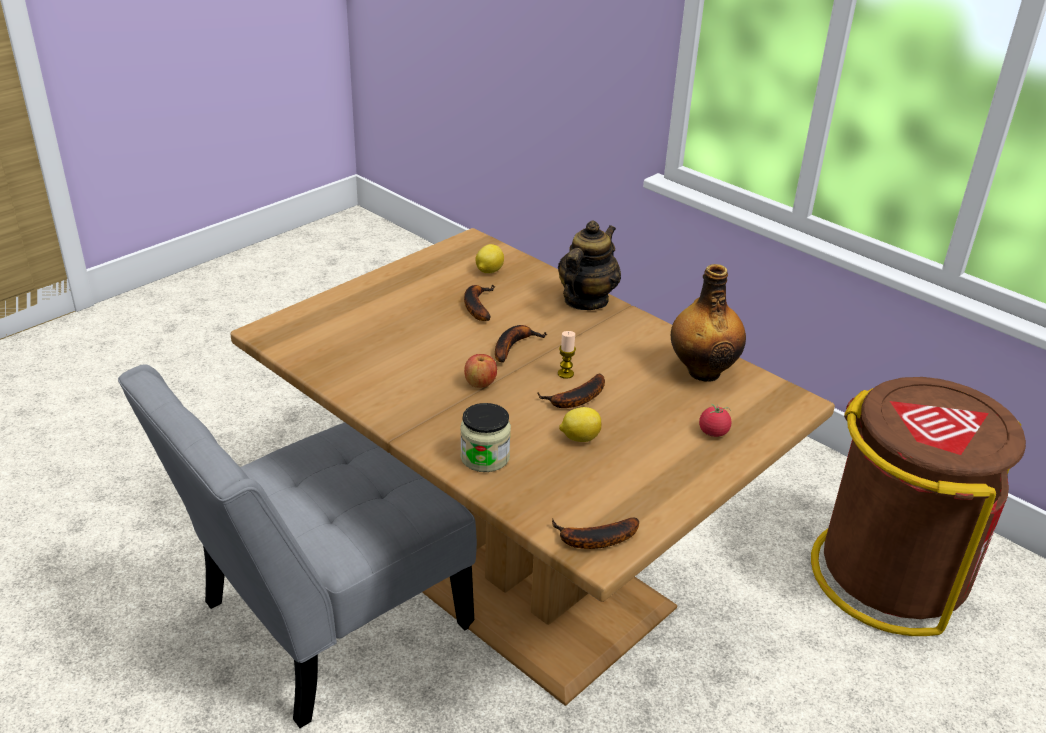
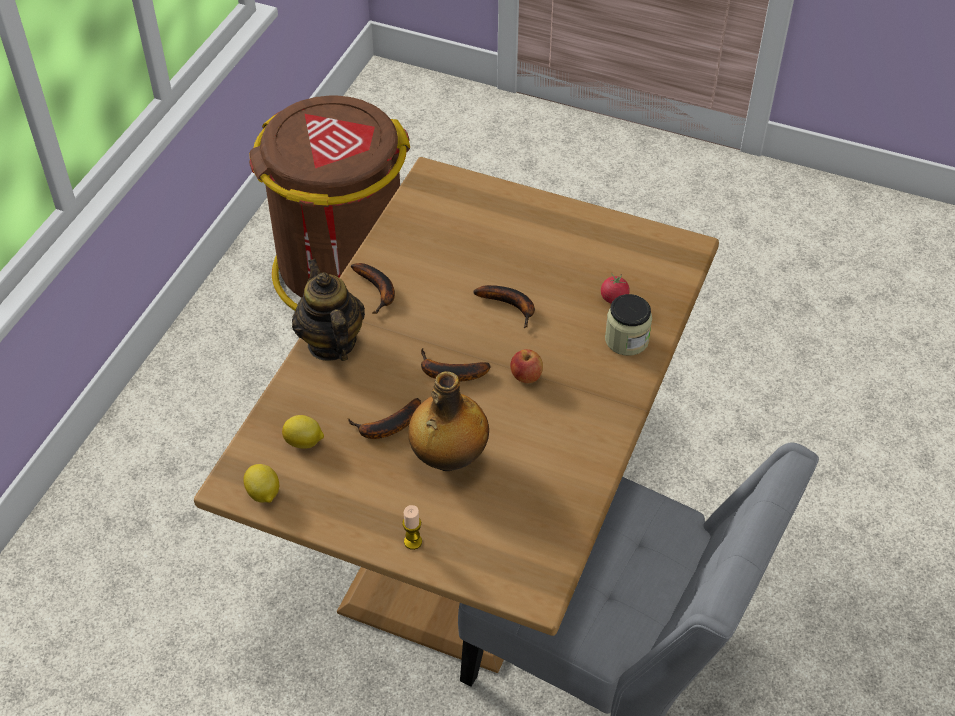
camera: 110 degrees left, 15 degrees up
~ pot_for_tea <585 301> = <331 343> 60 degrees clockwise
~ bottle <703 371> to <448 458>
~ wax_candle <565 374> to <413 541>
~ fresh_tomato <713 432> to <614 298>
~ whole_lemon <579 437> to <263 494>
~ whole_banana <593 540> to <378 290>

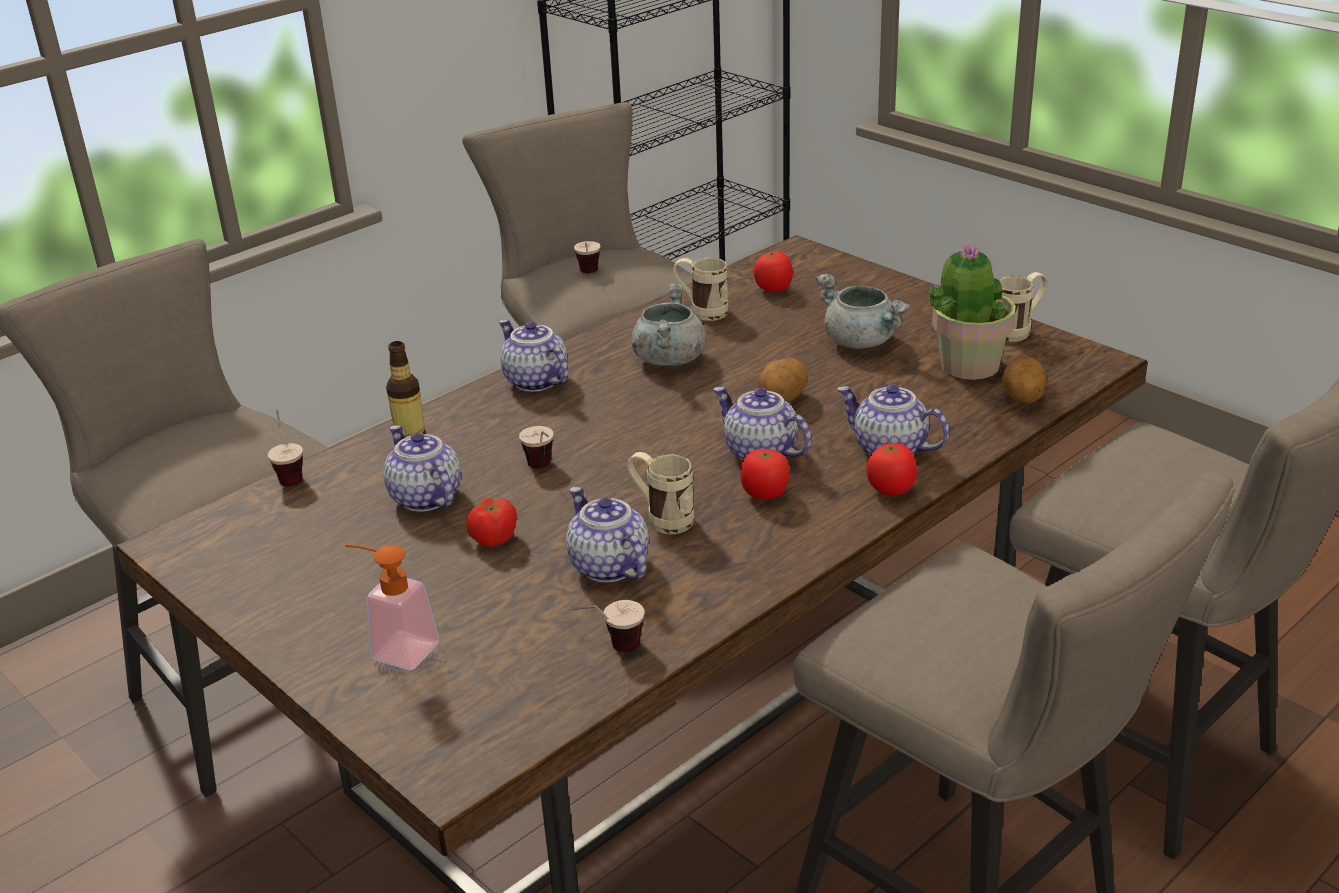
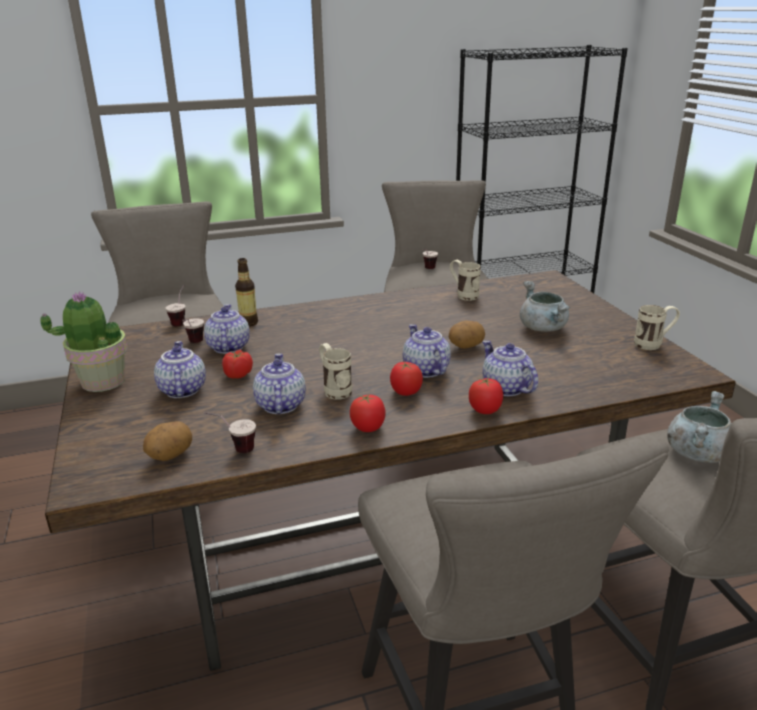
camera: 25 degrees right, 5 degrees down
~ plant_in_a_pot <968 365> to <102 381>
~ fresh_tomato <773 289> to <368 428>
~ gray_saucepot <668 358> to <697 453>
~ pot_for_tea <534 381> to <181 390>
~ spud <1022 399> to <170 455>
~ cup <543 470> to <193 344>
- soap_bottle <395 648>

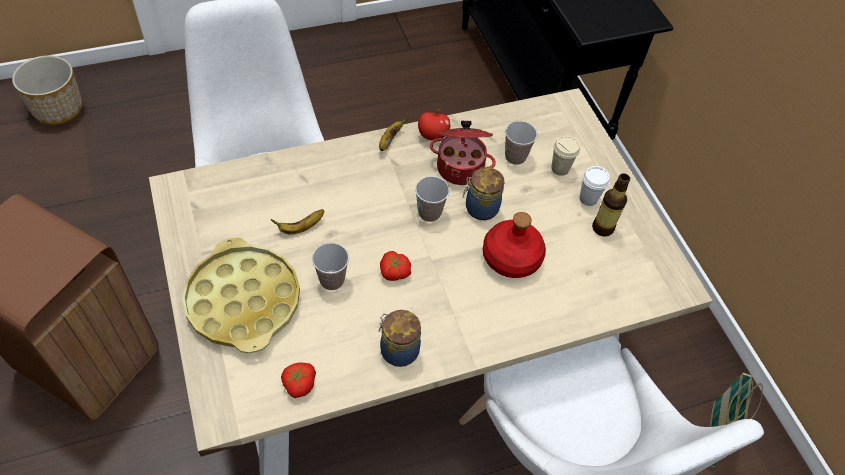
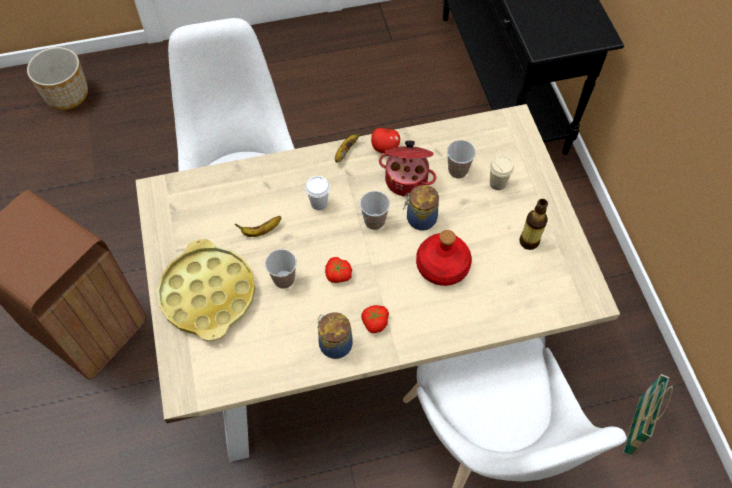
camera: 10 degrees right, 5 degrees up
~ whitish_cup <588 199> to <319 203>
~ fresh_tomato <298 384> to <374 322>

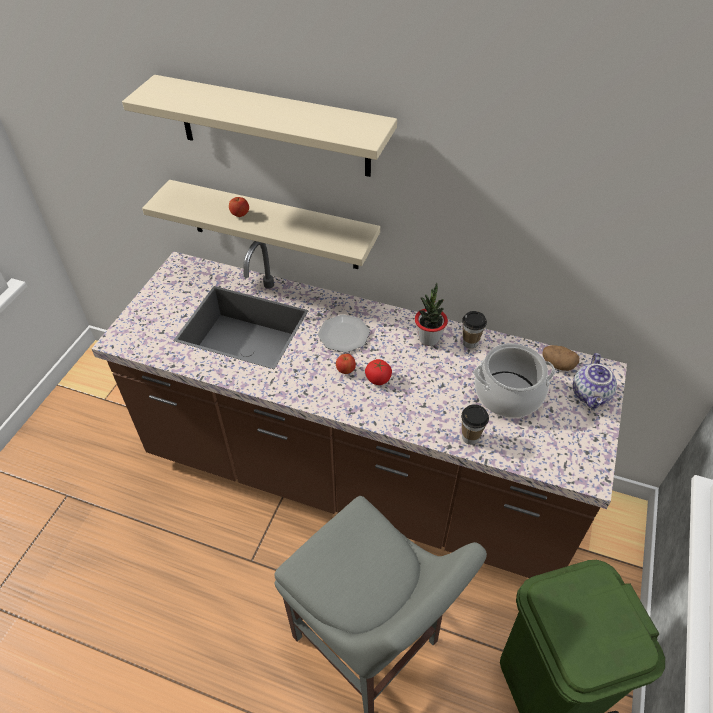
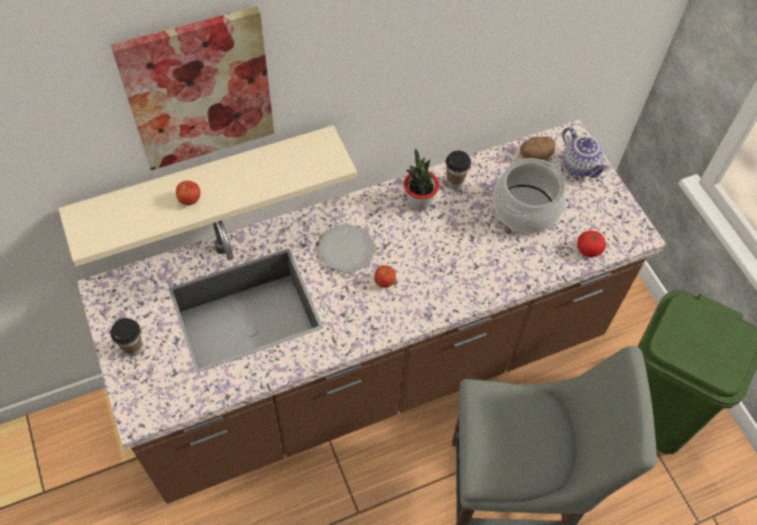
camera: 45 degrees left, 10 degrees up
~ sand-coloured_wall_shelf <273 127> to wall_picture <199 90>
~ fresh_tomato <378 379> to <588 250>
~ cup <470 437> to <133 348>

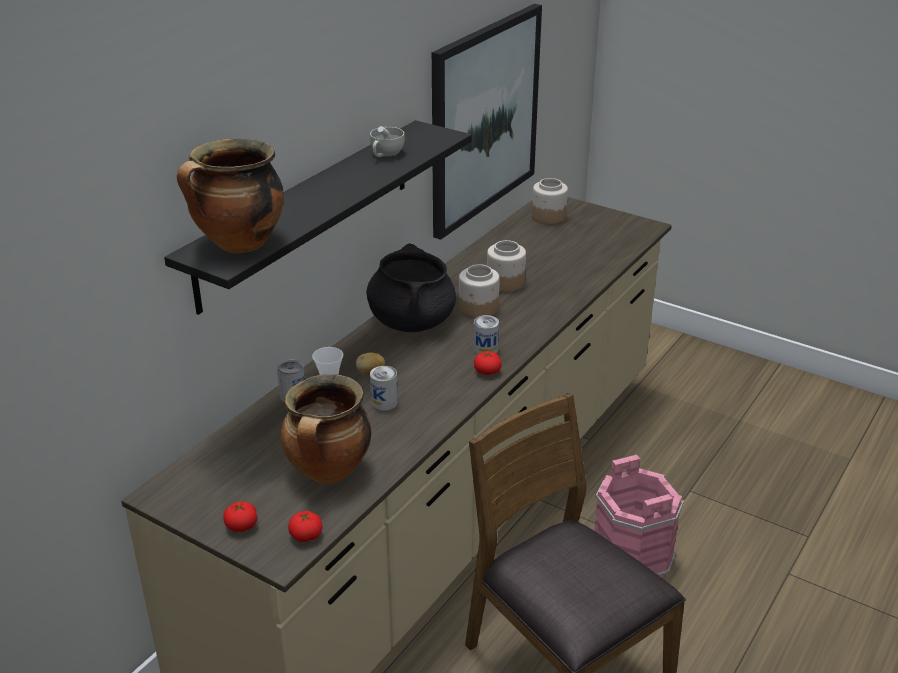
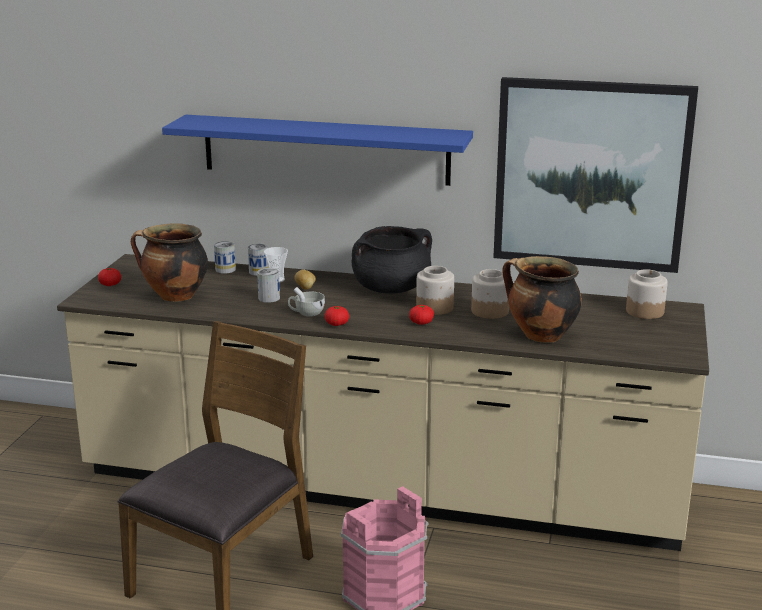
camera: 70 degrees right, 10 degrees down
~ black_wall_shelf <307 212> to blue_wall_shelf <325 149>
~ whitish_cup <385 154> to <306 313>
~ saucepot <239 245> to <540 336>
~ can <485 349> to <225 269>
~ fresh_tomato <306 535> to <421 323>

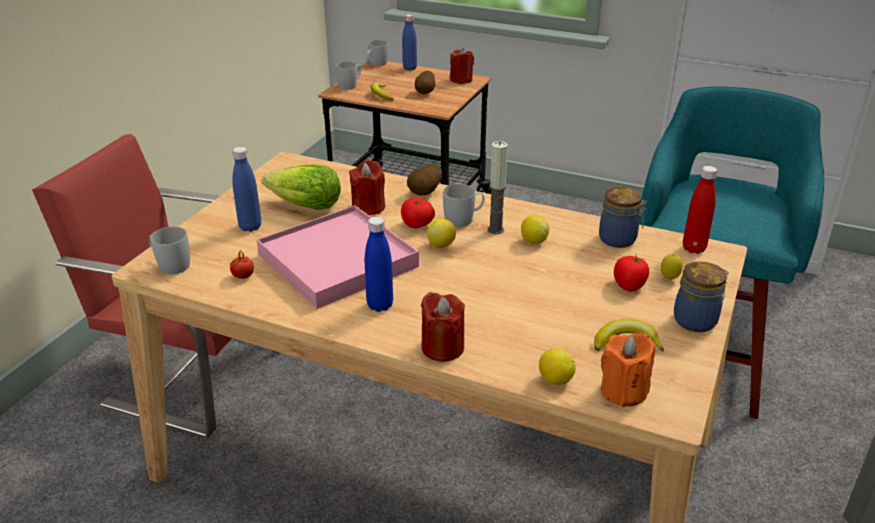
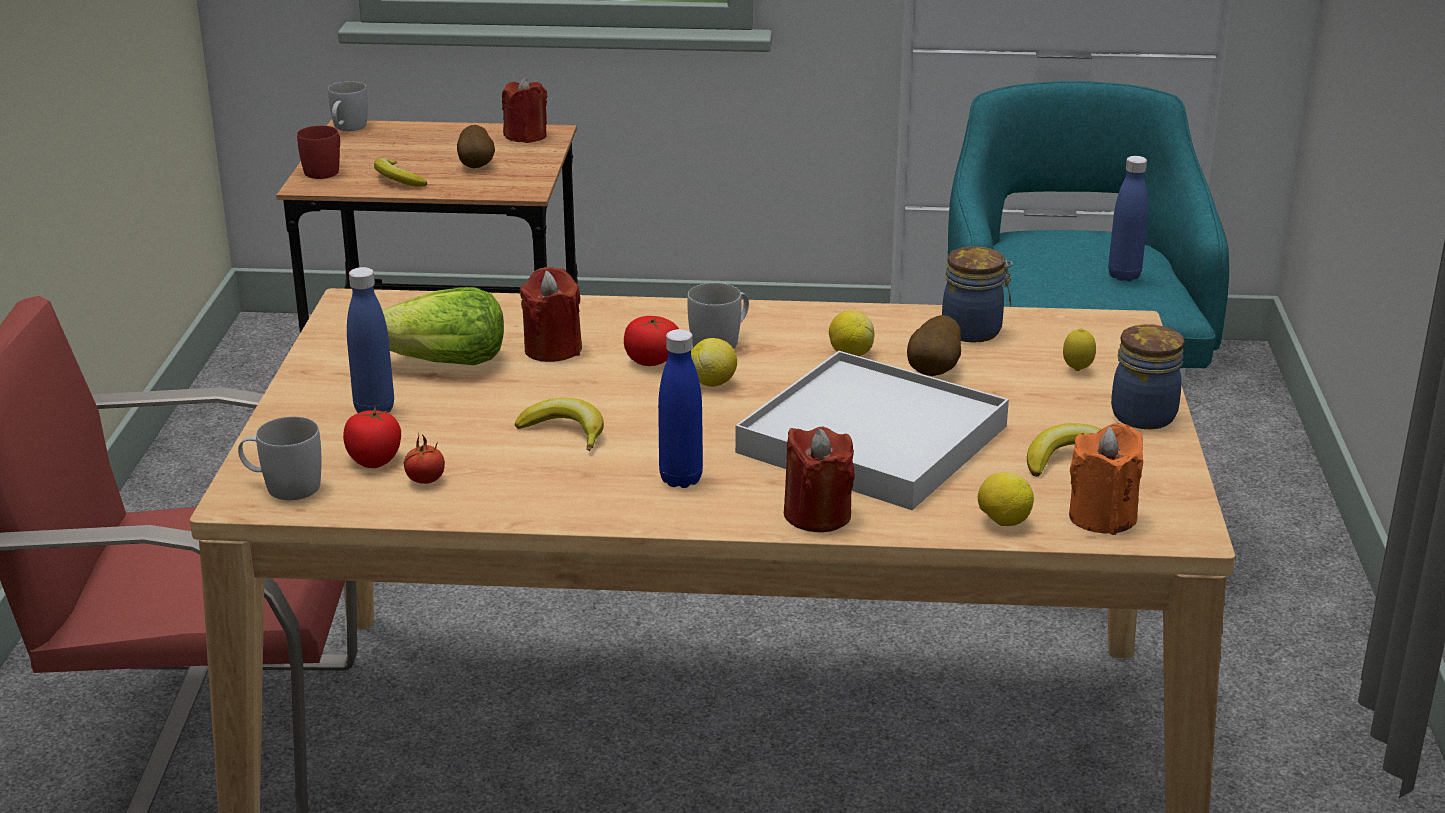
camera: 20 degrees left, 5 degrees down
~ blue_bottle <409 68> to <1124 276>
~ whitish_tea_mug <350 85> to red-coloured_tea_mug <325 170>
- wax_candle <495 230>
~ spud <425 193> to <935 371>
- red-coloured_bottle <693 248>
~ pink_serving_tray <338 260> to whole_banana <565 432>
~ fresh_tomato <629 285> to <374 460>
+ whitish_serving_tray <872 439>

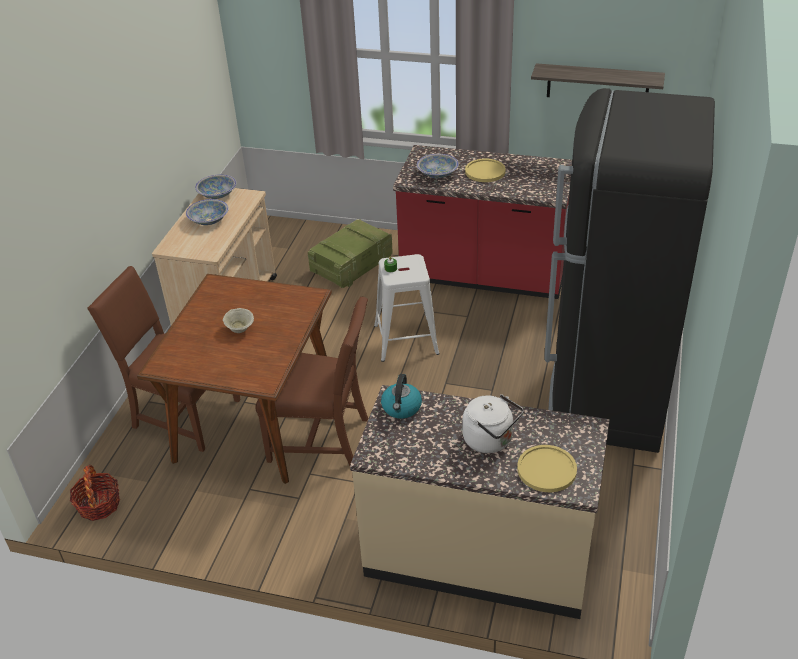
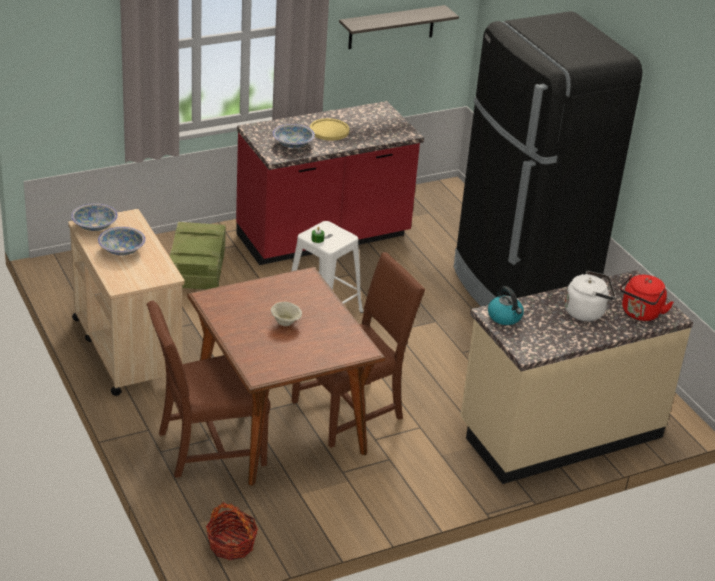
camera: 45 degrees left, 5 degrees down
~ yellow_dinner_plate <546 469> to red-coloured_kettle <640 314>

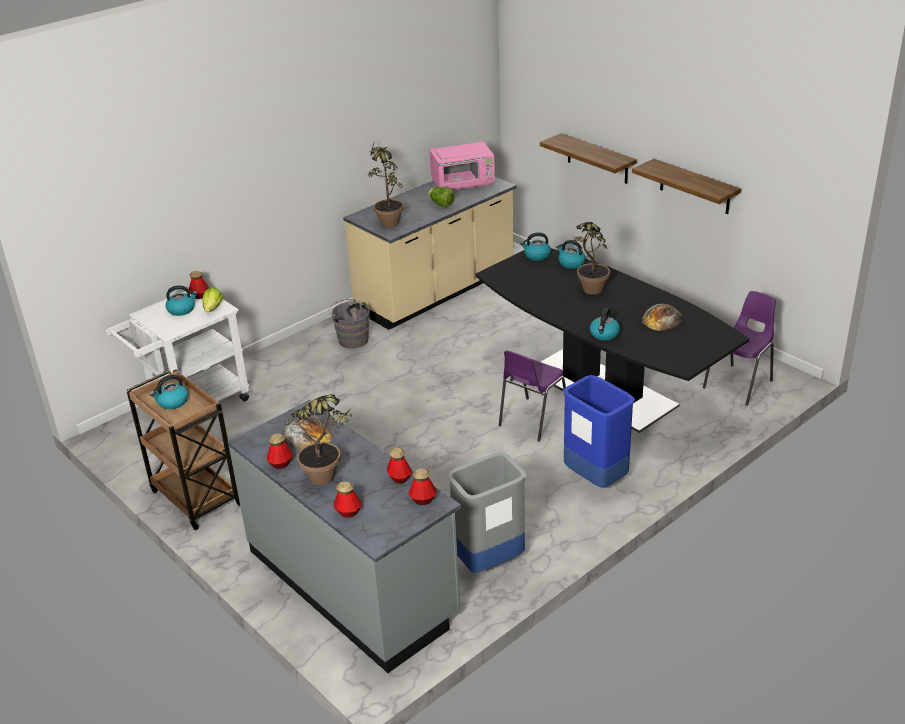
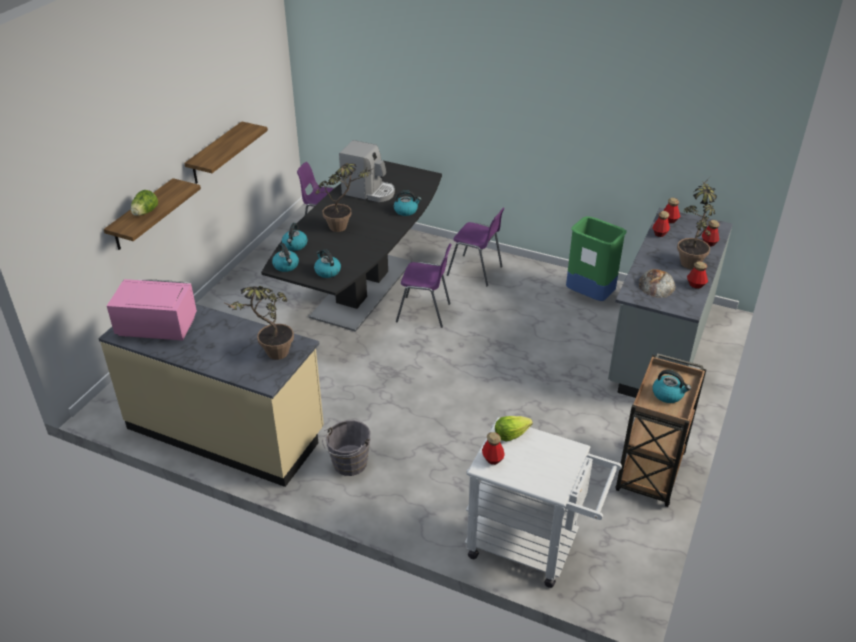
camera: 115 degrees left, 5 degrees up
~ pink_microwave <463 184> = <157 327> 45 degrees counterclockwise
~ lettuce <441 204> to <145 213>
~ kettle <182 309> to <327 271>
~ bread <662 319> to coffee_machine <369 192>
~ blue_trash_can <595 478> to purple_chair <476 271>
~ gray_trash_can <489 561> to green_trash_can <589 295>

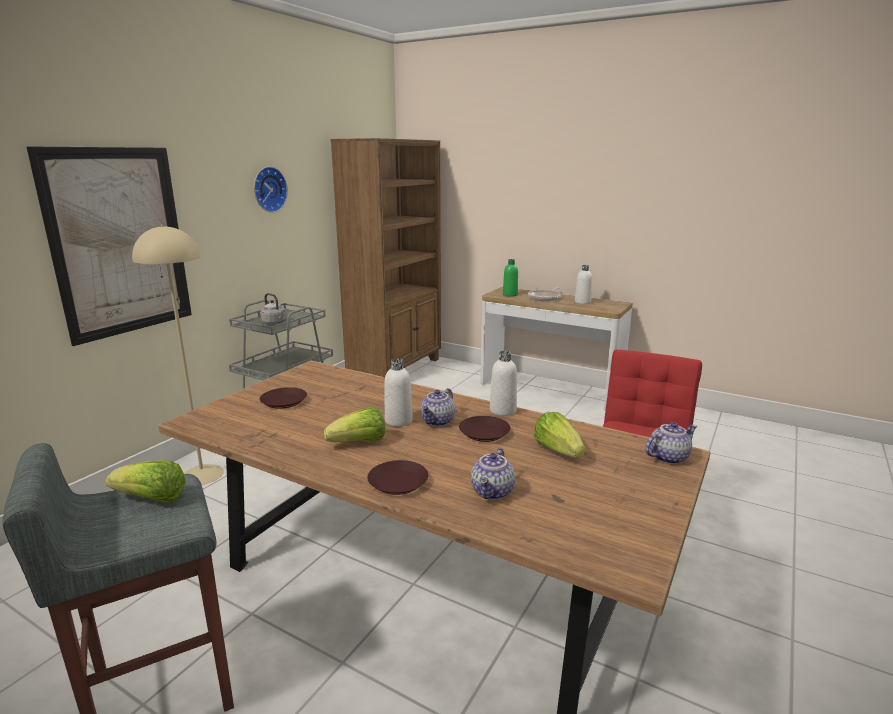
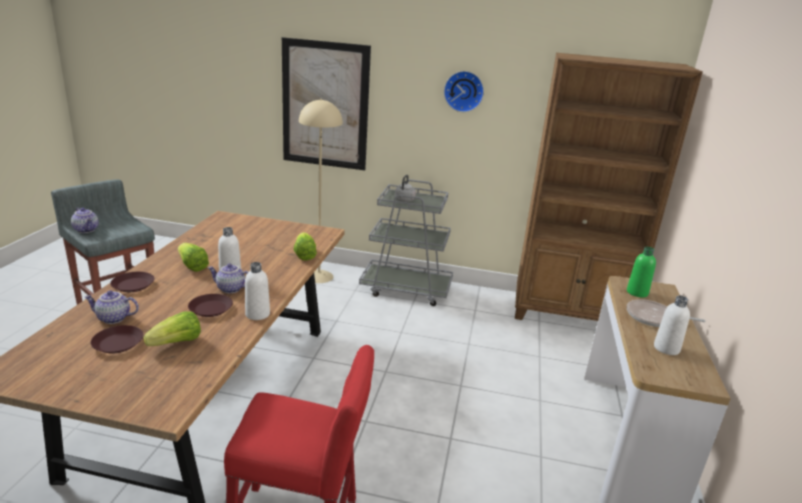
camera: 70 degrees right, 5 degrees up
~ brown_dinner_plate <284 402> to <117 343>
~ pot_for_tea <668 457> to <87 230>
~ lettuce <152 499> to <304 255>

